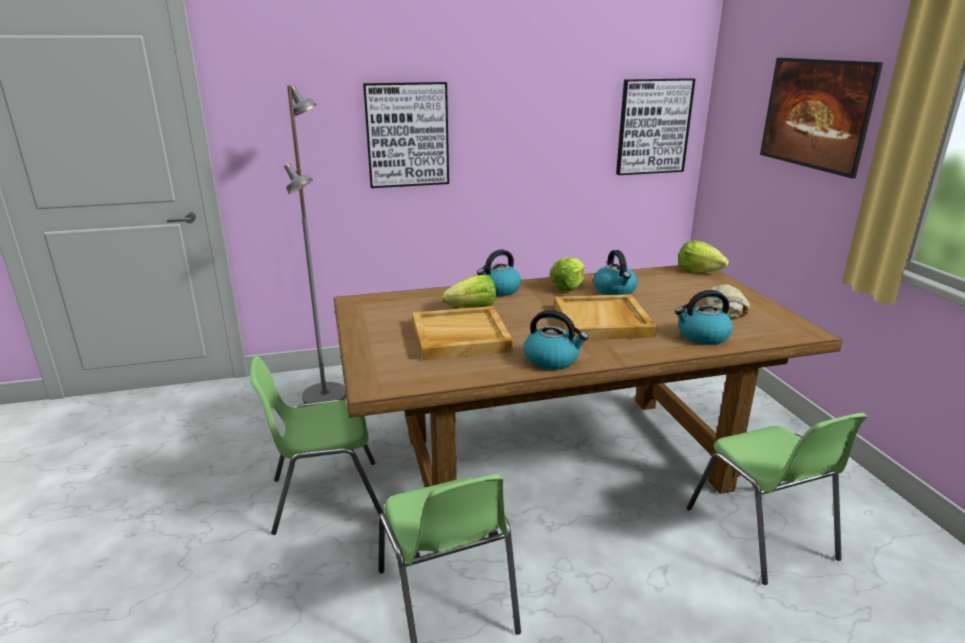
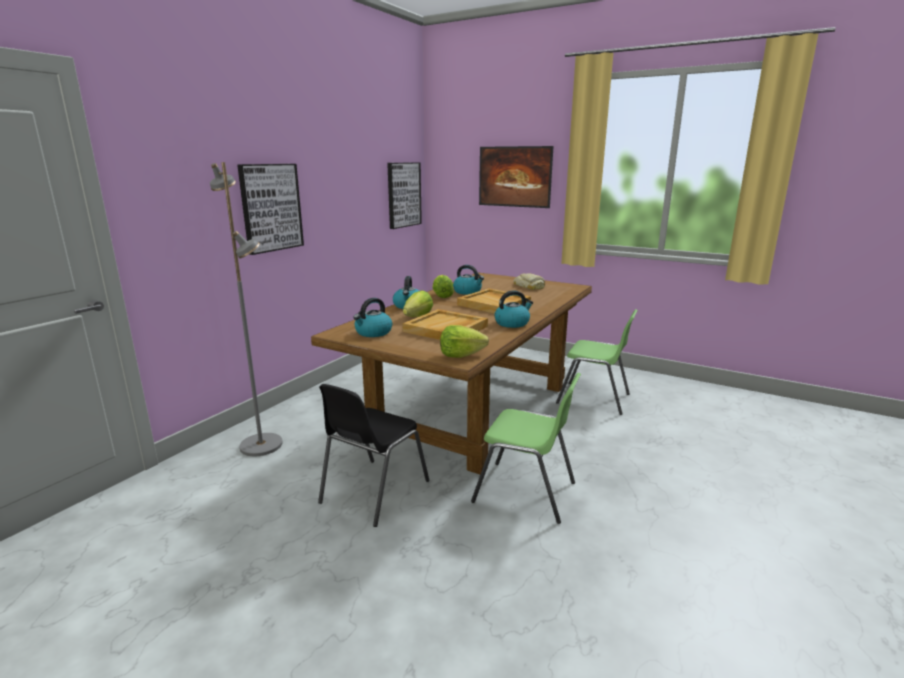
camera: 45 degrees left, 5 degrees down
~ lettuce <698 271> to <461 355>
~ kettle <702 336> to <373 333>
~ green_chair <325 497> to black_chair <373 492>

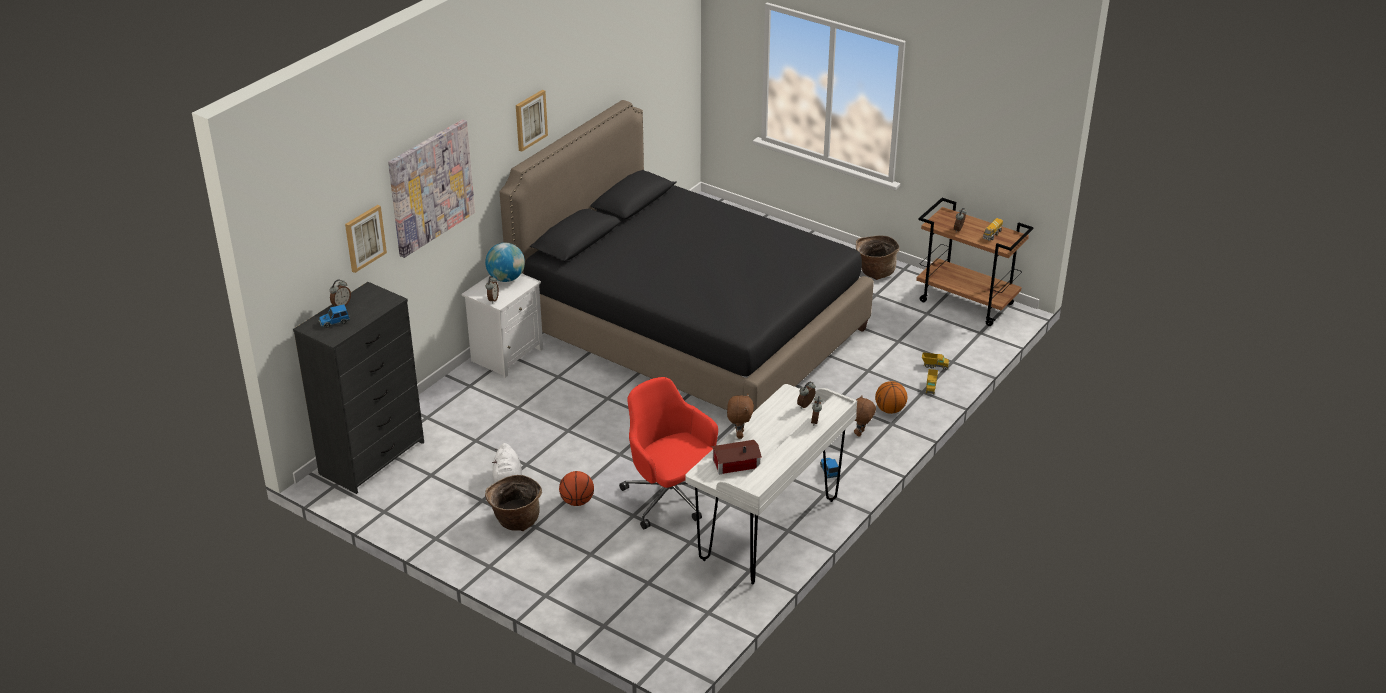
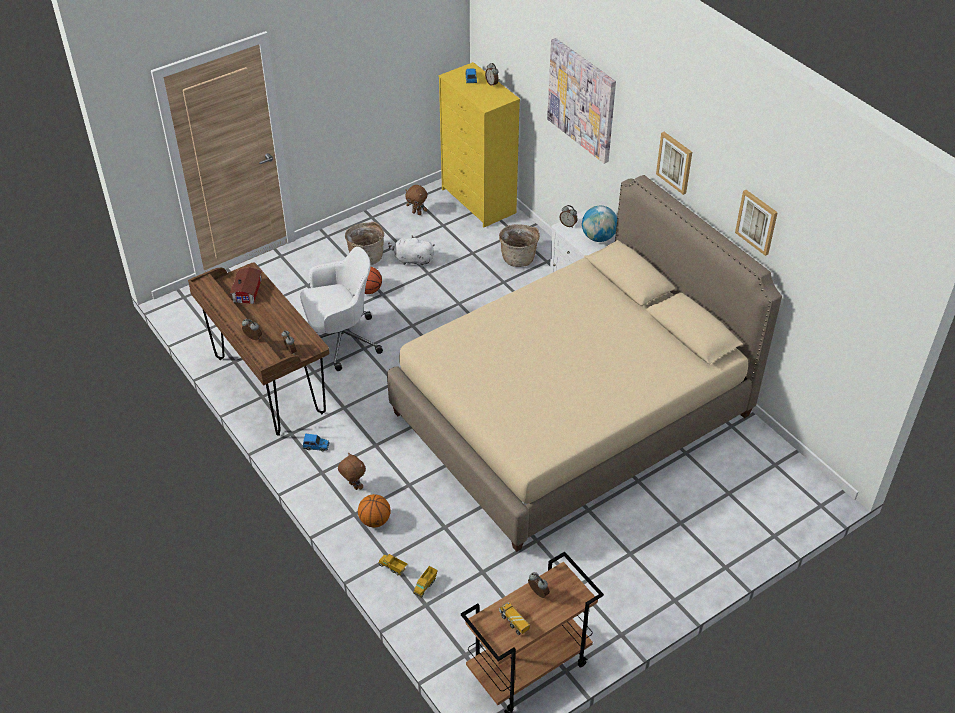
camera: 110 degrees right, 10 degrees up
~ black_bedroom_bed <690 330> to sand-coloured_bedroom_bed <571 414>
~ wall_picture <364 238> to <757 222>
~ household_basket <875 272> to <518 257>
~ black_drawer_chest <373 457> to yellow_drawer_chest <479 201>
~ red-coloured_computer_chair <671 499> to whitish_computer_chair <340 340>
~ whitish_desk_table <770 530> to brown_desk_table <269 386>
~ brown_plush_toy <739 434> to <417 213>

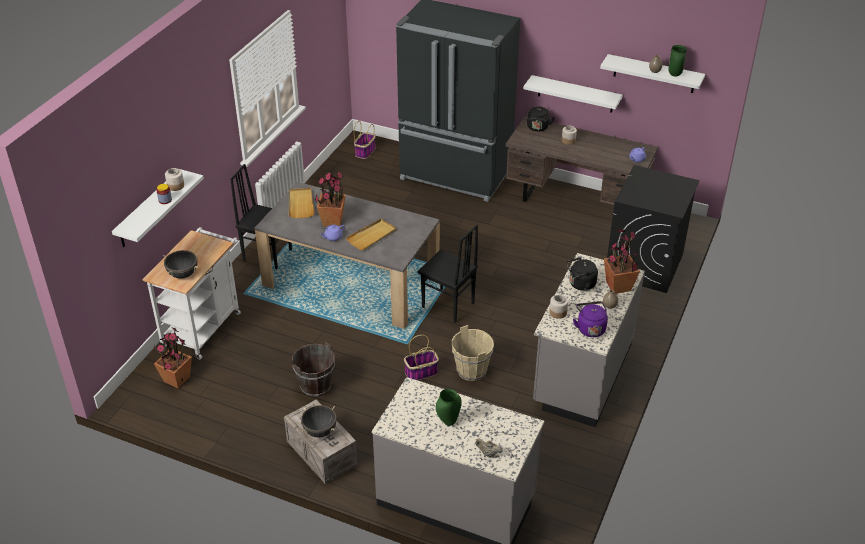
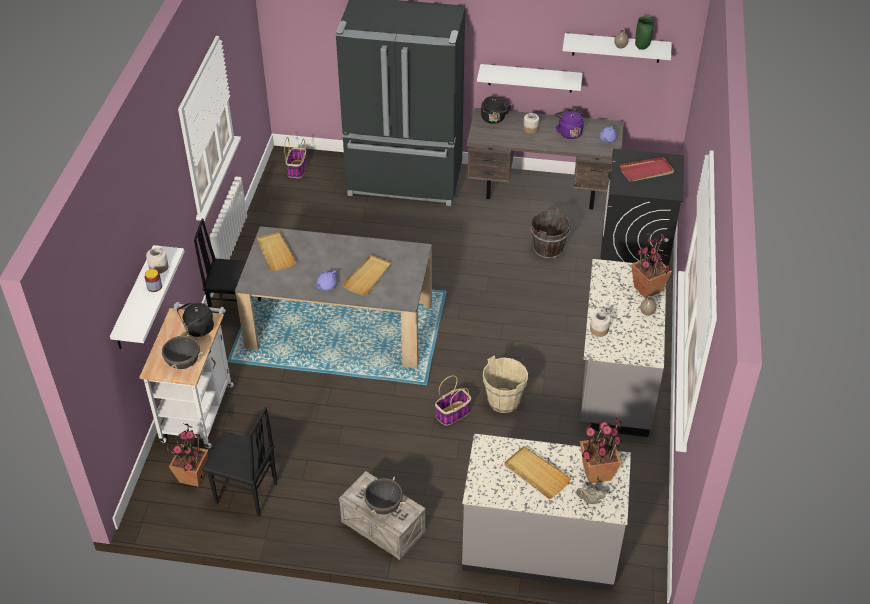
camera: 15 degrees left, 5 degrees up
~ plant_in_a_pot <332 221> to <596 472>
~ black_chair <448 306> to <246 494>
~ black_kettle <580 284> to <198 329>
~ purple_kettle <590 328> to <568 132>
~ brown_pail <316 386> to <548 250>
~ green_vase <448 421> to sand-coloured_serving_tray <536 474>
+ red-coloured_serving_tray <646 171>

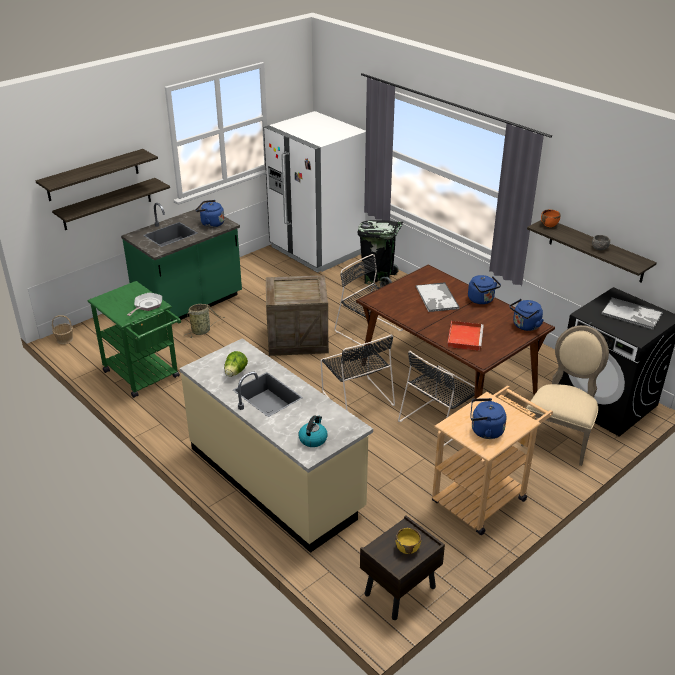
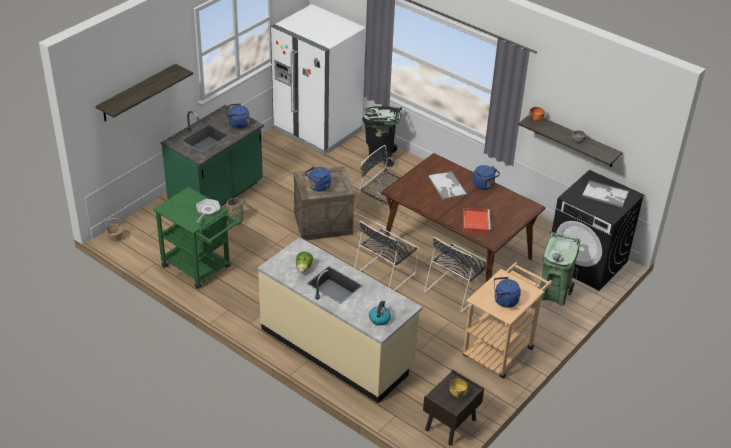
camera: 10 degrees left, 5 degrees up
- wall_shelf <107 204>
~ blue_kettle <525 326> to <318 187>
~ sand-coloured_chair <560 436> to green_trash_can <553 294>
~ black_chair <356 397> = <385 273> 75 degrees clockwise

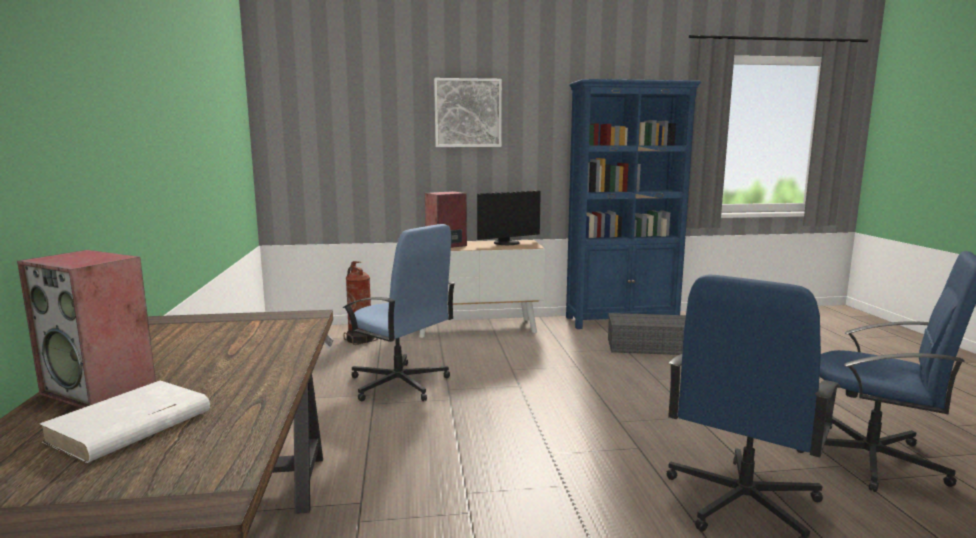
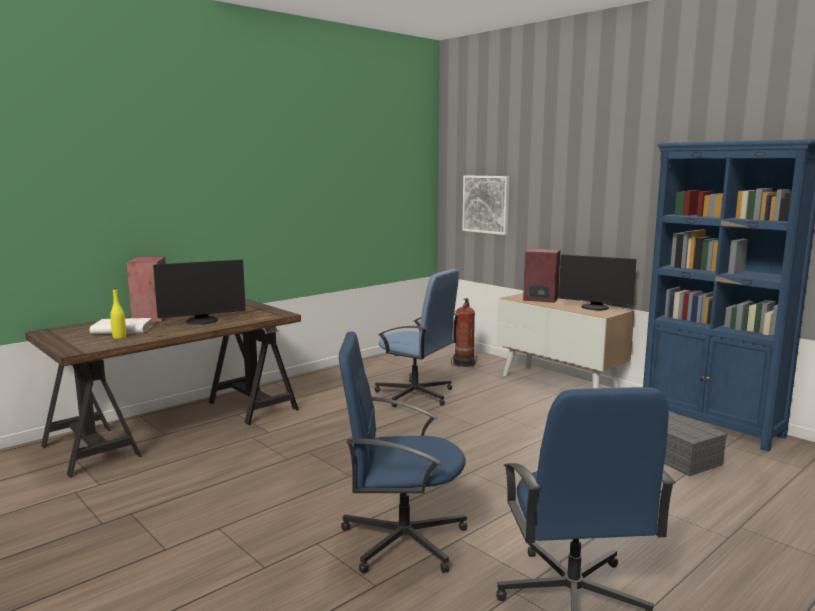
camera: 55 degrees right, 0 degrees up
~ wall_picture <468 113> to <486 204>
~ blue_computer_chair <399 384> = <415 395> 60 degrees counterclockwise
+ monitor <202 321>
+ yellow_bottle <119 337>

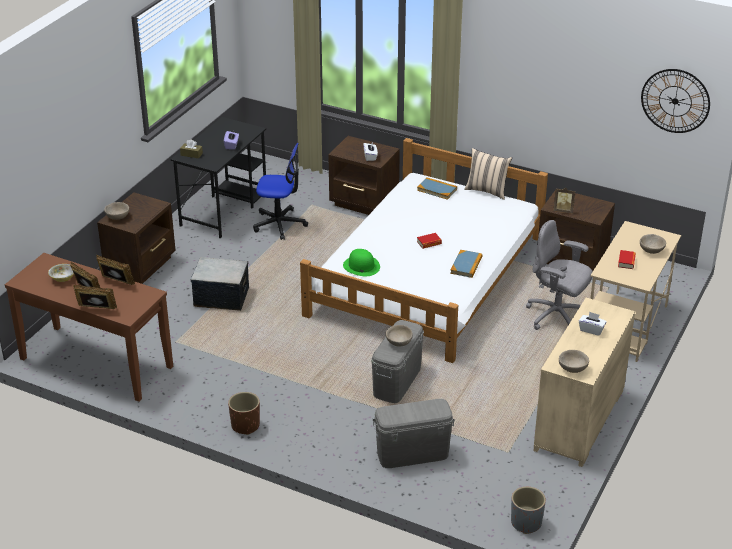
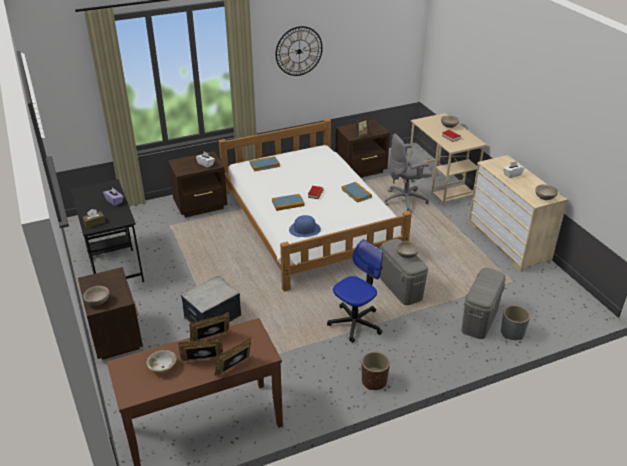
camera: 50 degrees left, 0 degrees up
~ hanging_clock <675 101> to <299 51>
~ computer_chair <280 224> to <355 323>
- sand-coloured_throw_pillow <487 190>
~ green_hat <361 266> to blue_hat <304 229>
~ gray_flower_pot <526 523> to <512 333>
+ bound_book <288 203>

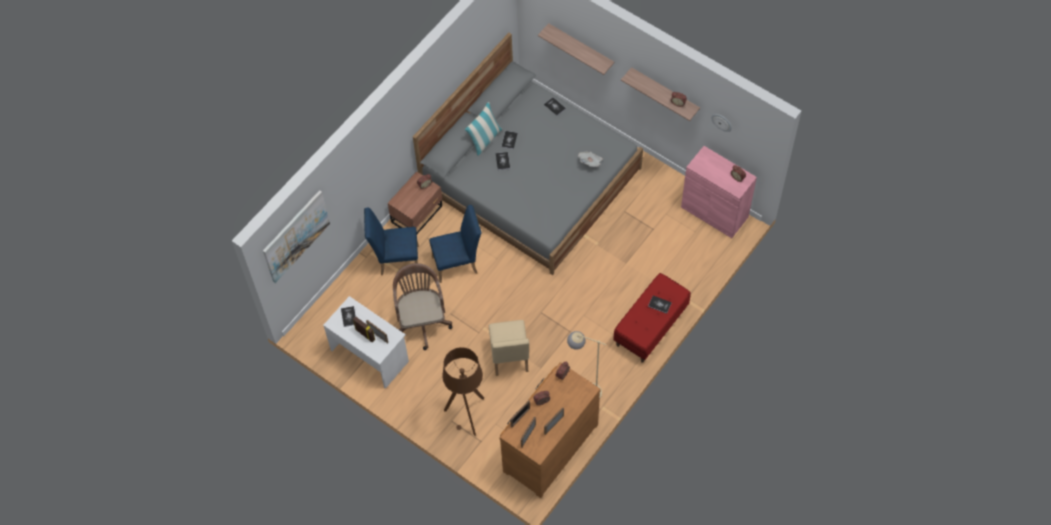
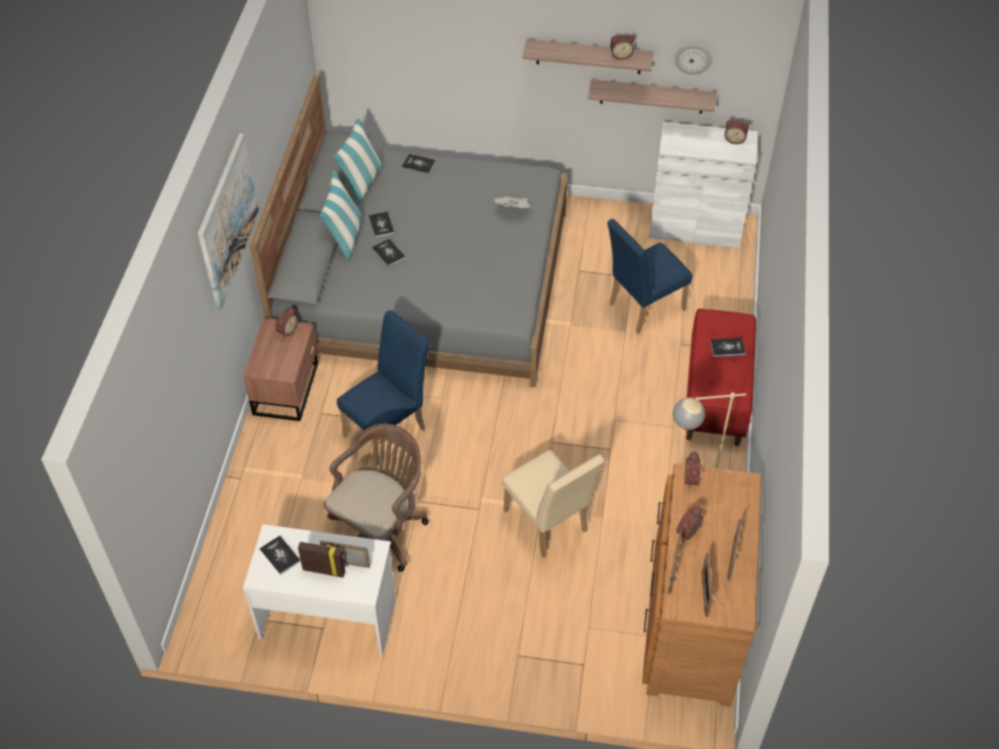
camera: 30 degrees left, 10 degrees down
~ wall_shelf <581 47> to <652 96>
~ pink_cabinet <714 212> to whitish_cabinet <695 227>
~ wall_picture <296 236> to <227 221>
~ blue_chair <395 259> to <642 308>
~ brown_computer_chair <421 320> = <380 529> 75 degrees clockwise
- brown_standing_lamp <467 414>
+ throw_pillow <362 183>

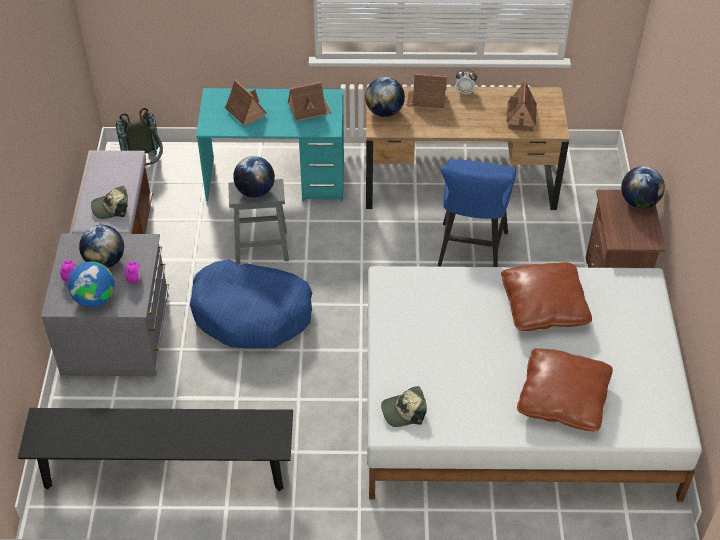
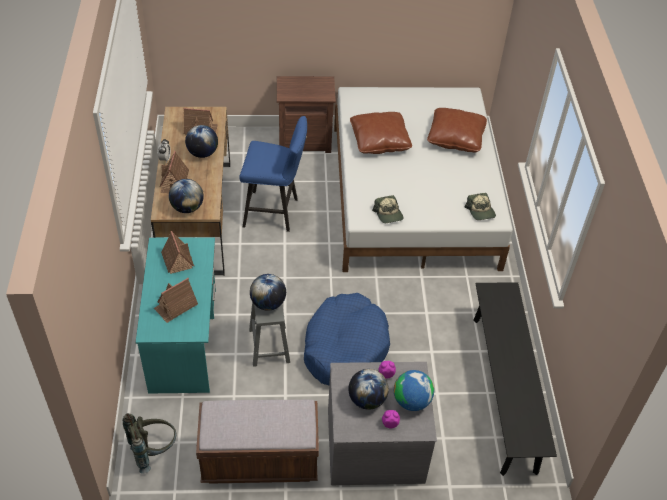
camera: 95 degrees left, 0 degrees up
~ globe <639 202> to <202 153>
~ baseball_cap <111 207> to <388 214>

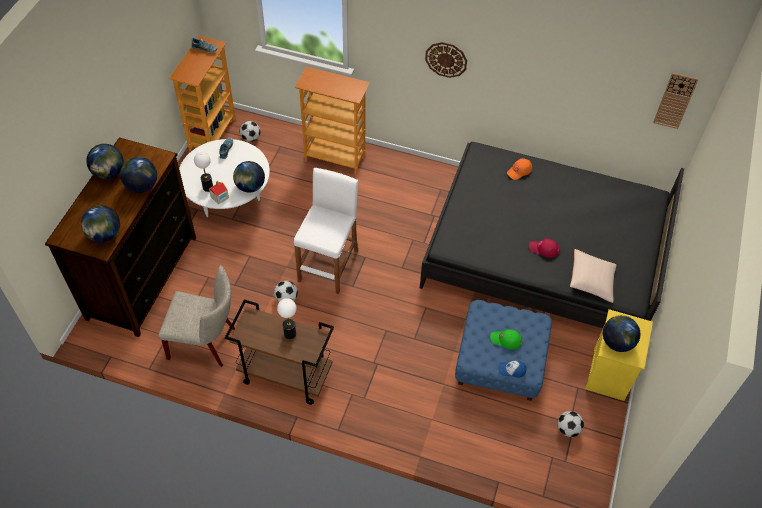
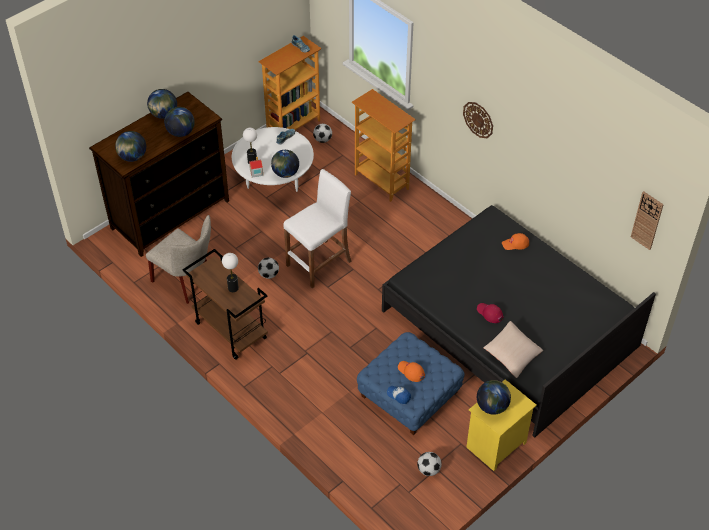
camera: 30 degrees right, 5 degrees down
~ green_baseball_cap <506 340> to orange-coloured_baseball_cap <411 372>

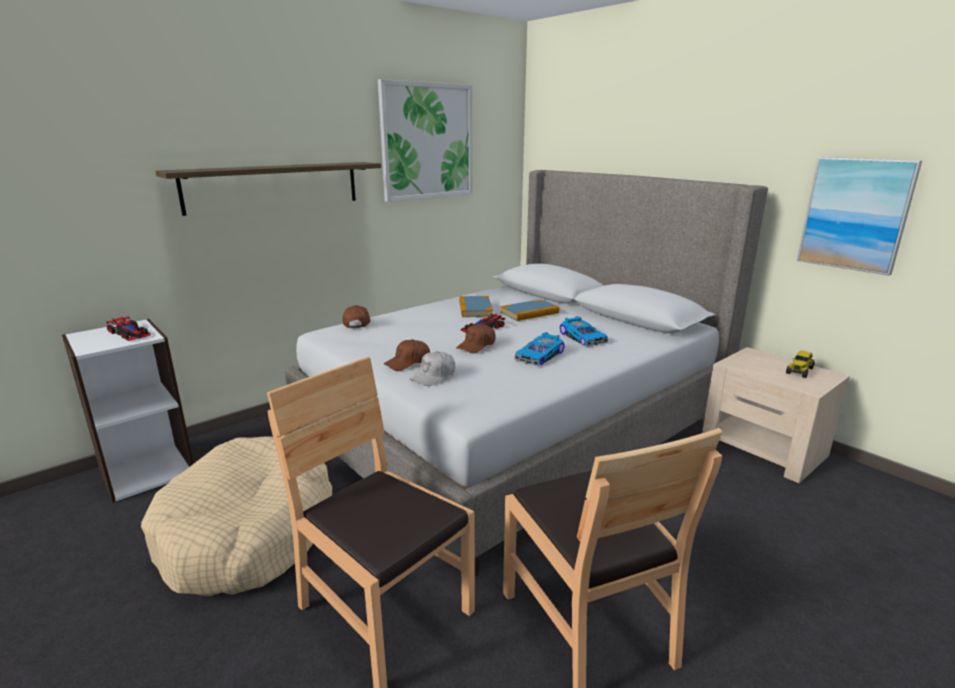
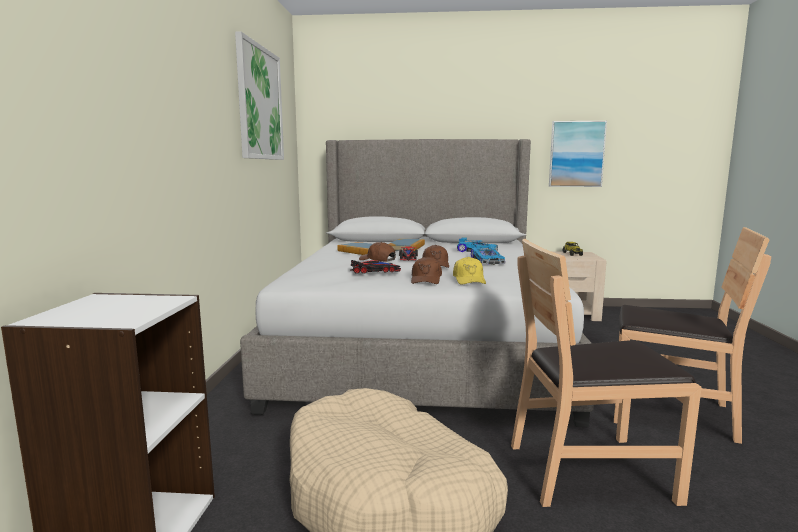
camera: 45 degrees left, 10 degrees down
- wall_shelf <274 186>
~ brown_baseball_cap <357 323> to <377 260>
~ miniature_car <129 333> to <375 271>
~ whitish_baseball_cap <433 376> to yellow_baseball_cap <469 280>

